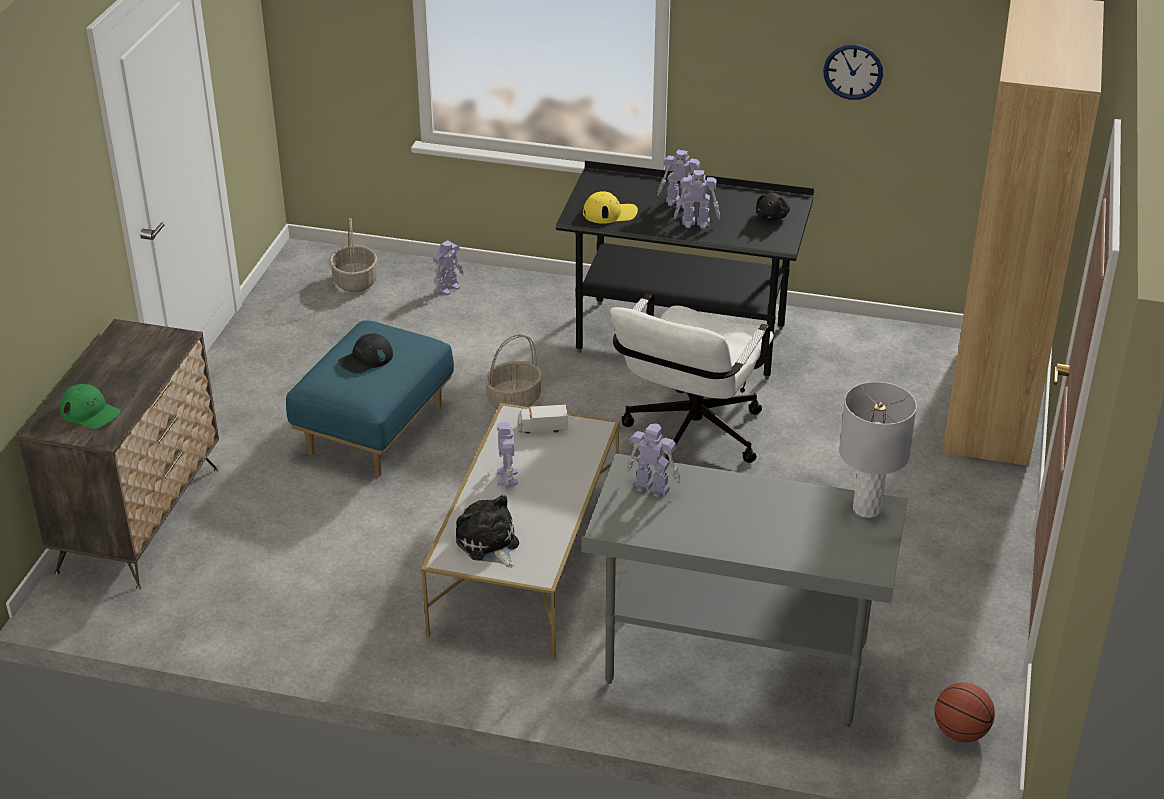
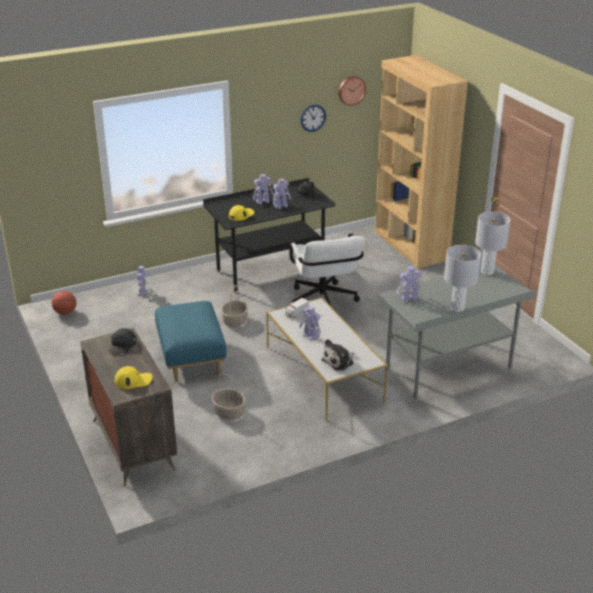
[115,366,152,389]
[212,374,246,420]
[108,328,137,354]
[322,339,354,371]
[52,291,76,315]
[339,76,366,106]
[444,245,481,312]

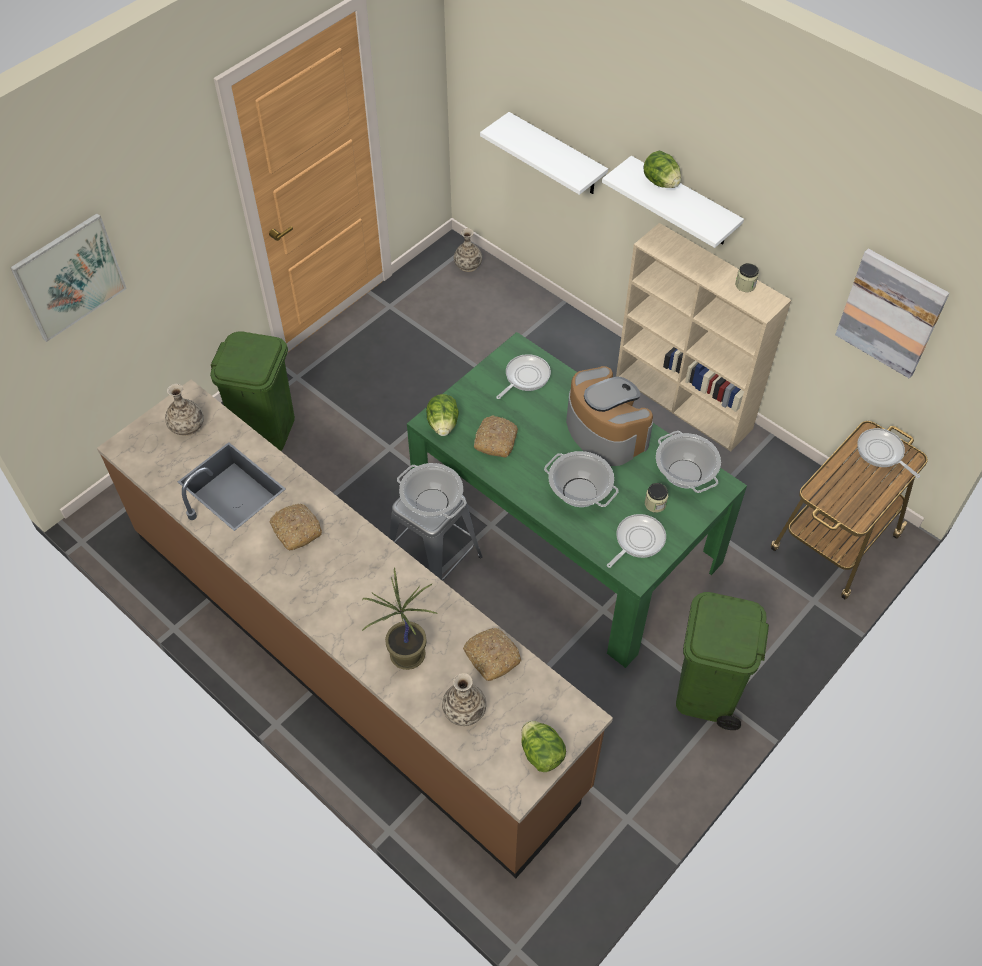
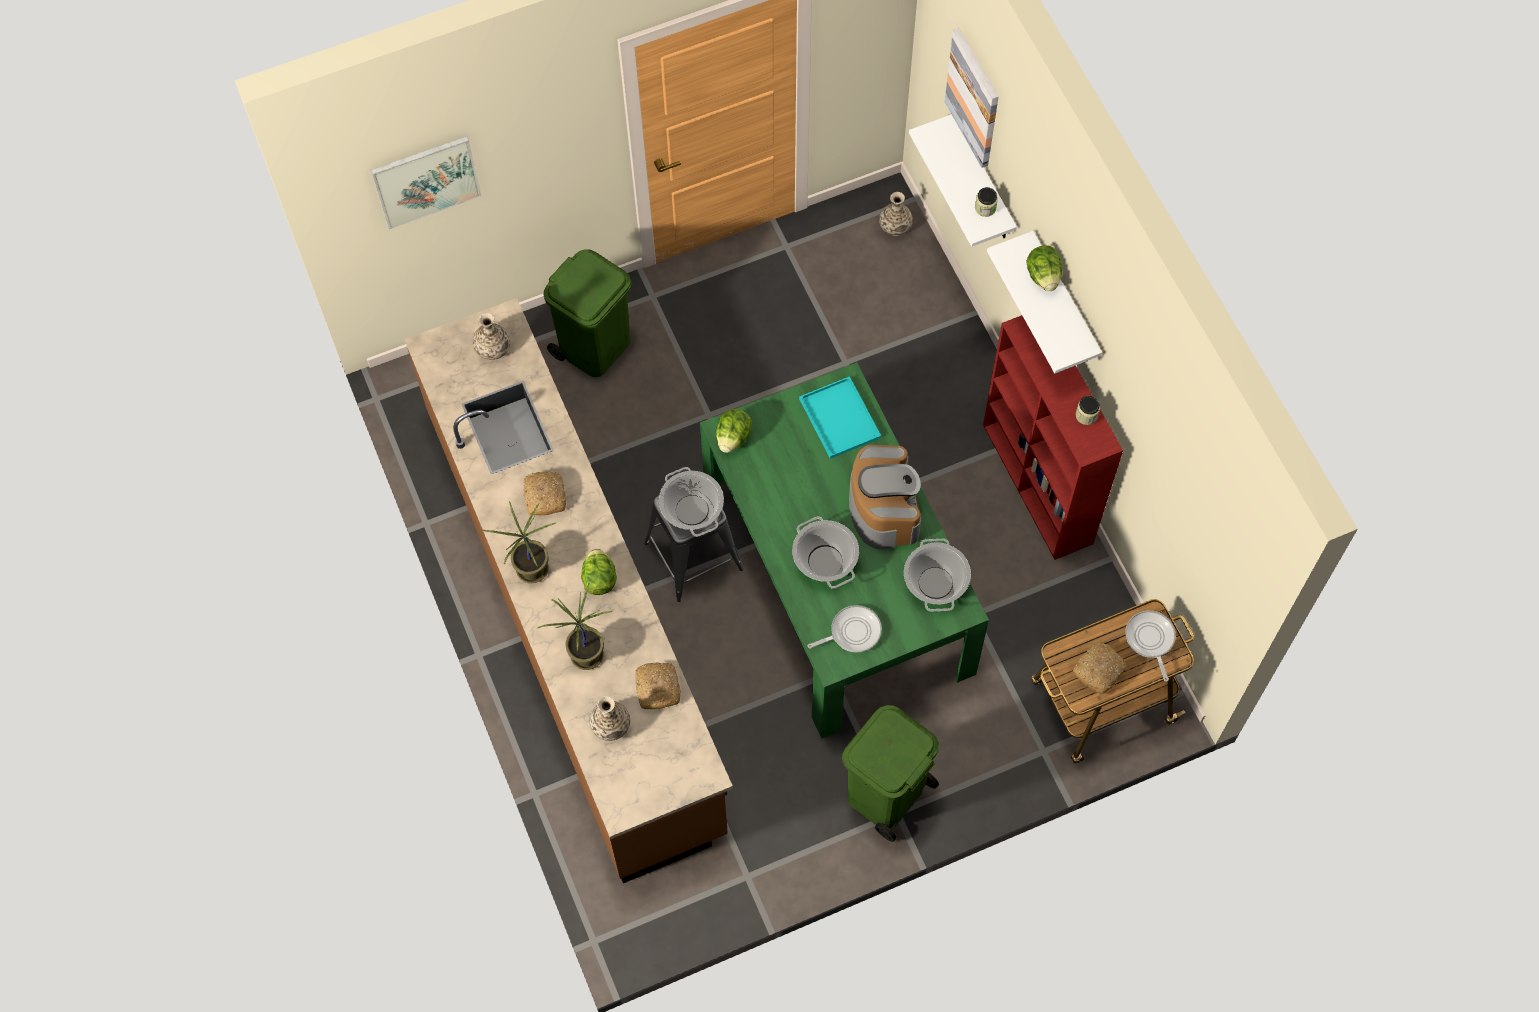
[1073,642,1126,695]
[799,376,881,459]
[581,549,616,595]
[983,315,1123,560]
[975,187,998,217]
[945,28,999,168]
[483,501,557,583]

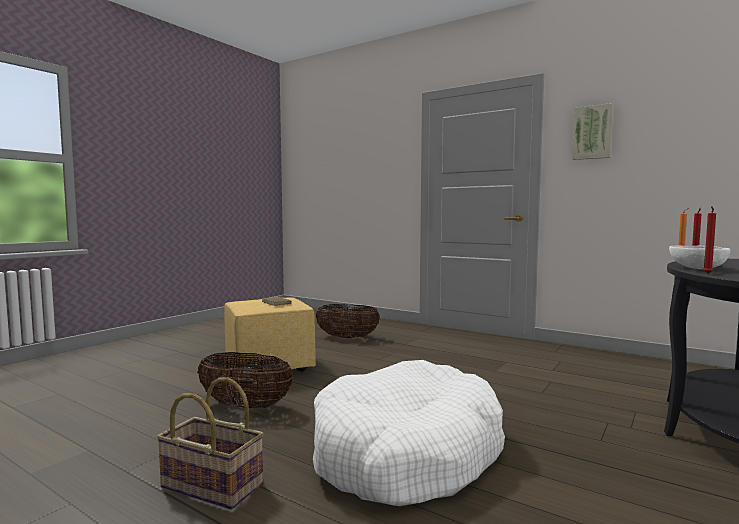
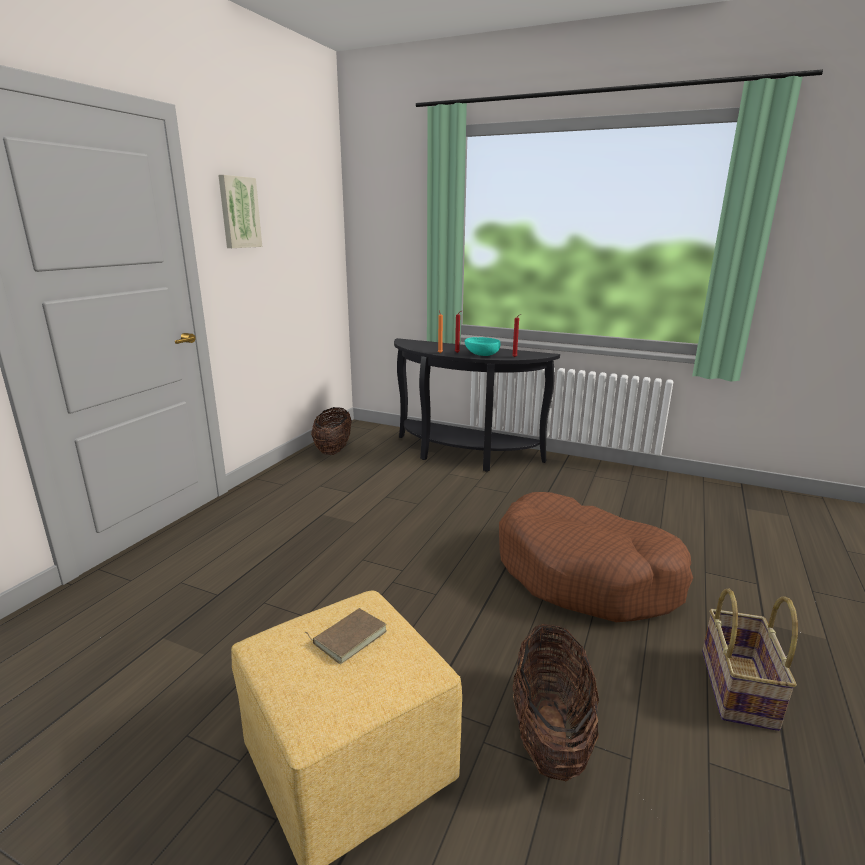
[499,492,693,622]
[311,407,352,455]
[465,337,500,356]

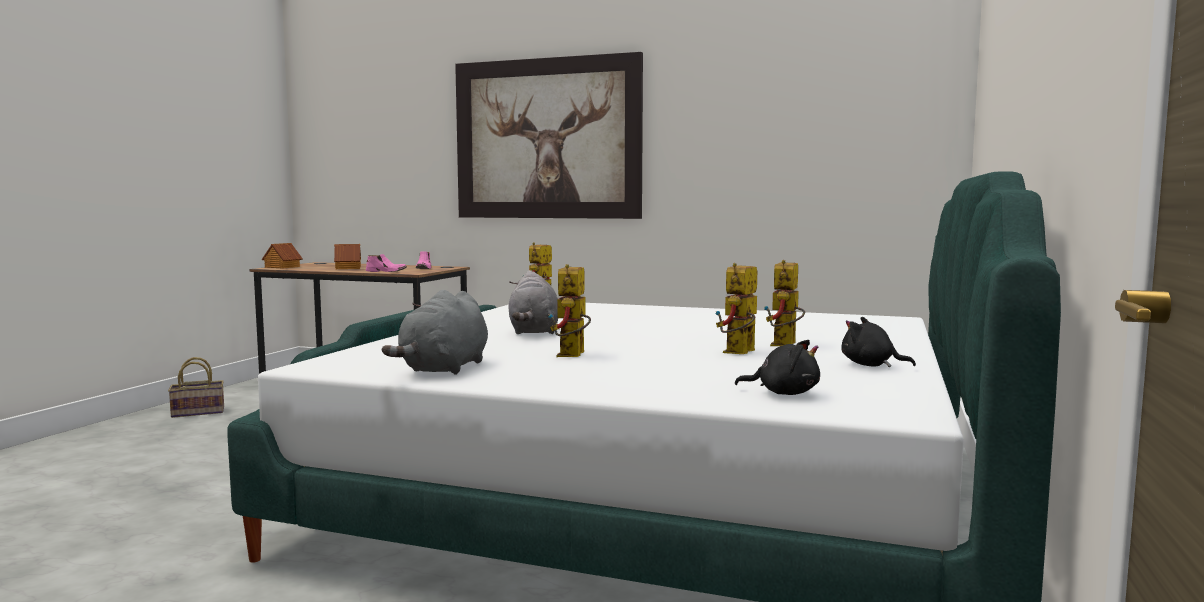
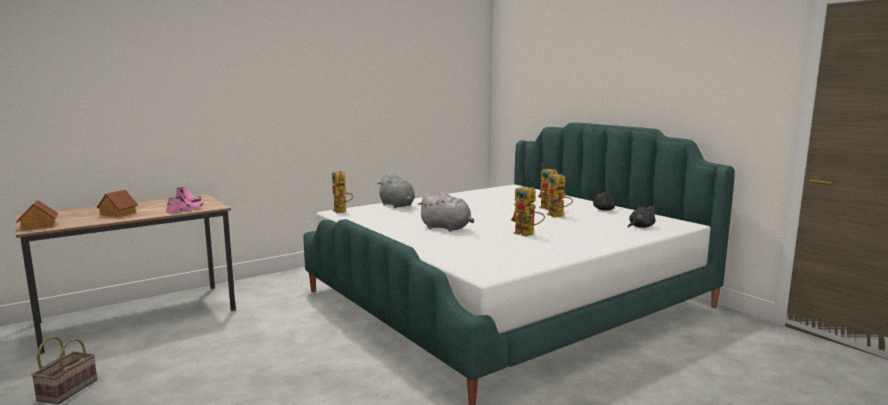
[377,174,415,208]
[455,52,643,219] (first image)

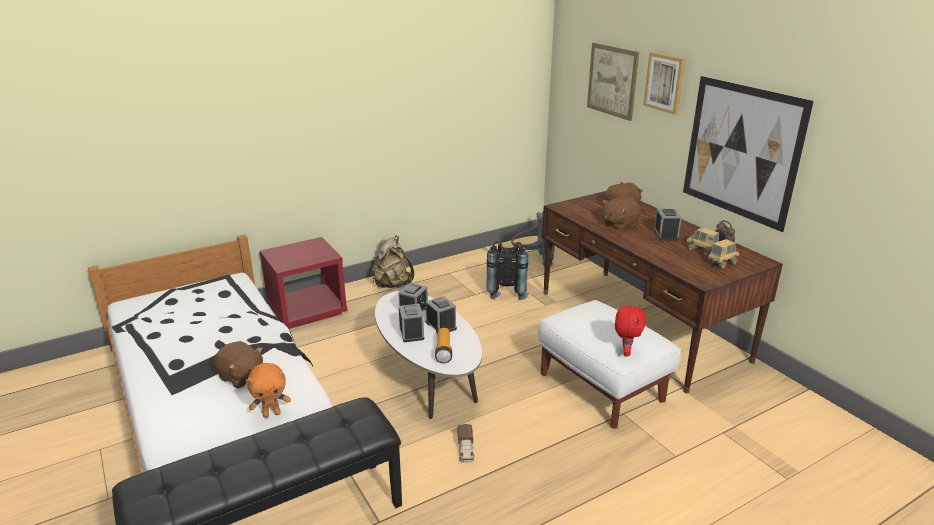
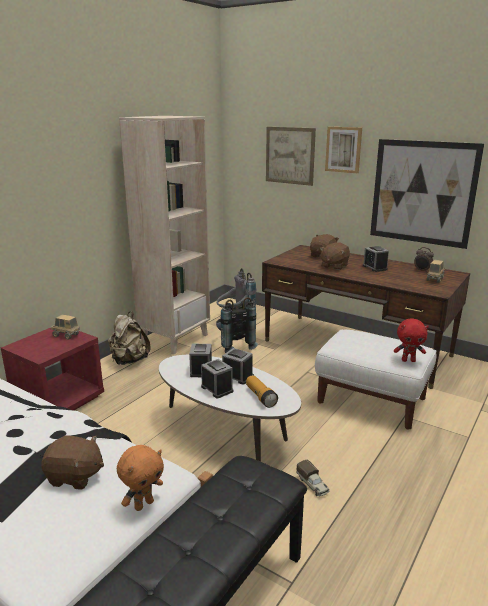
[394,318,429,362]
[51,315,80,340]
[119,116,210,355]

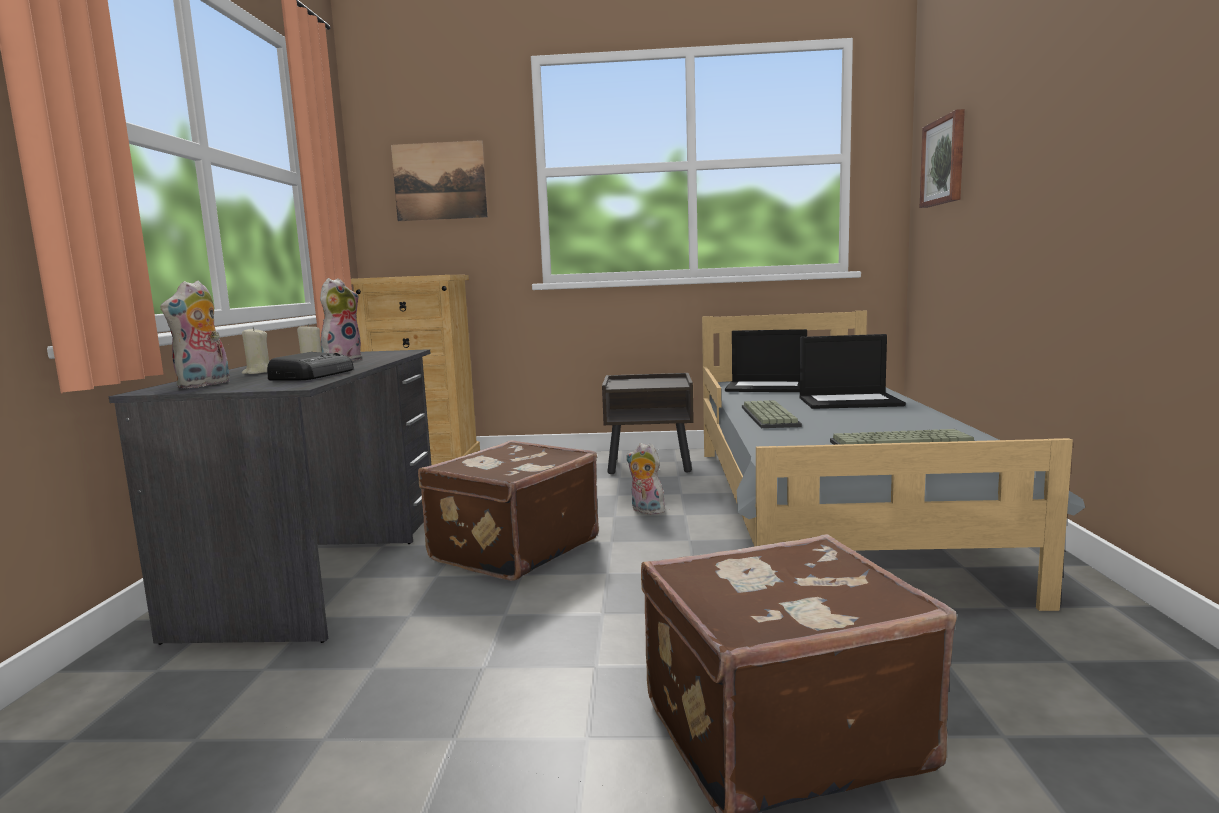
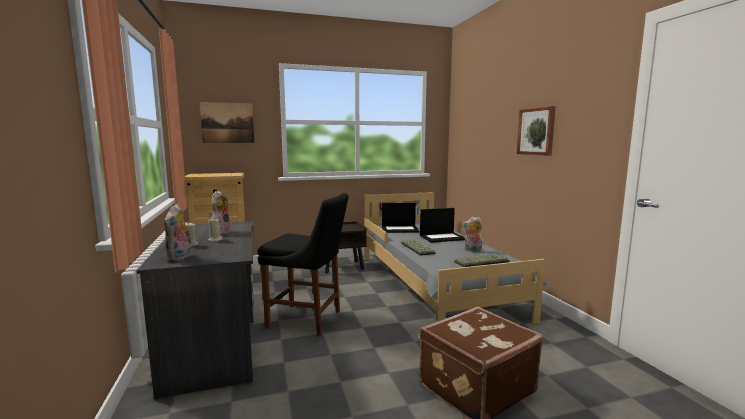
[267,352,354,380] (first image)
[258,193,349,336]
[462,217,483,252]
[517,106,556,155]

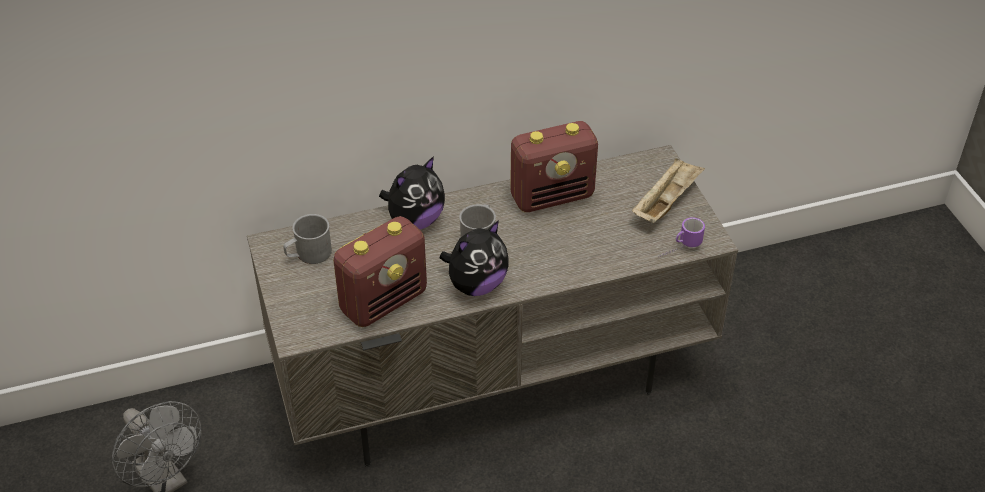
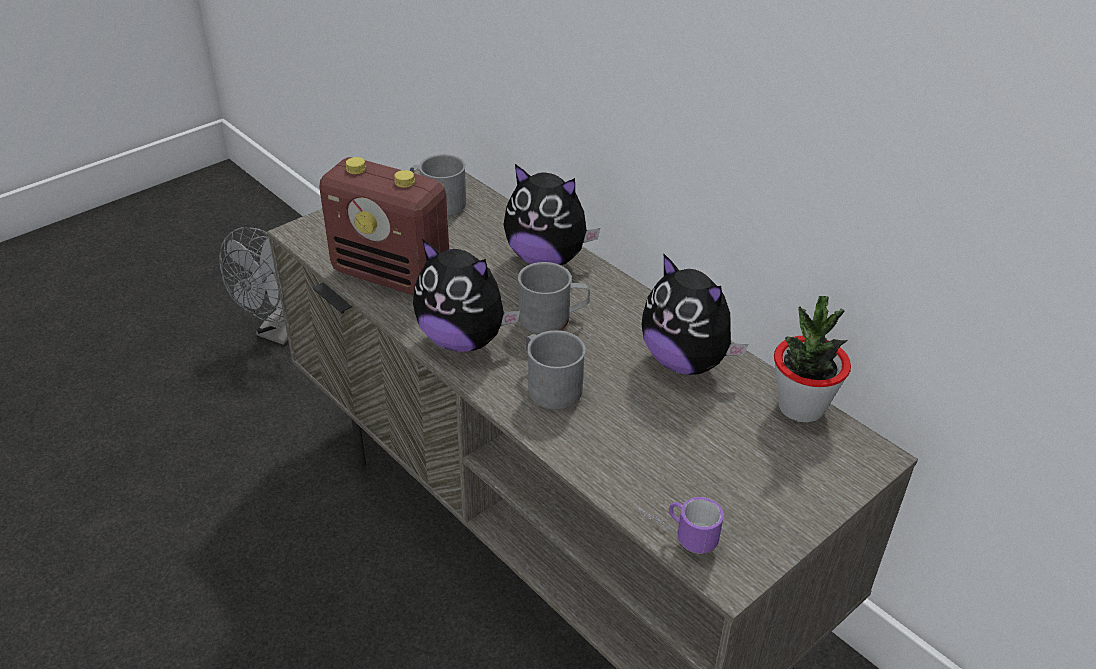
[642,253,748,375]
[632,158,705,223] (first image)
[526,330,586,409]
[774,296,851,423]

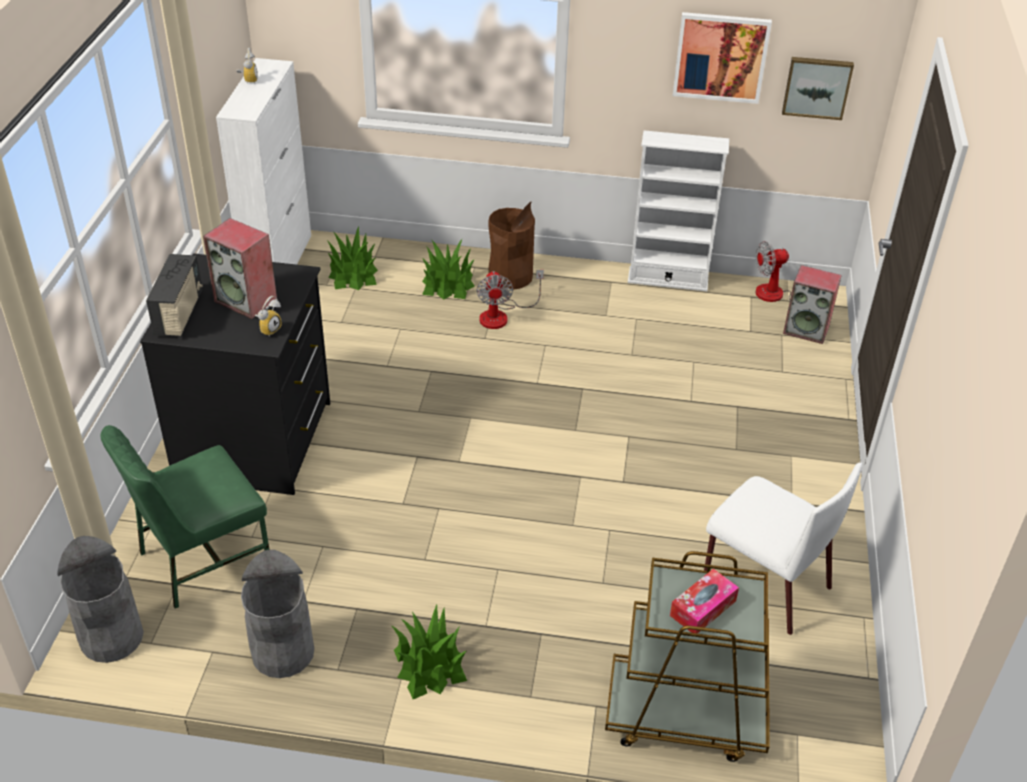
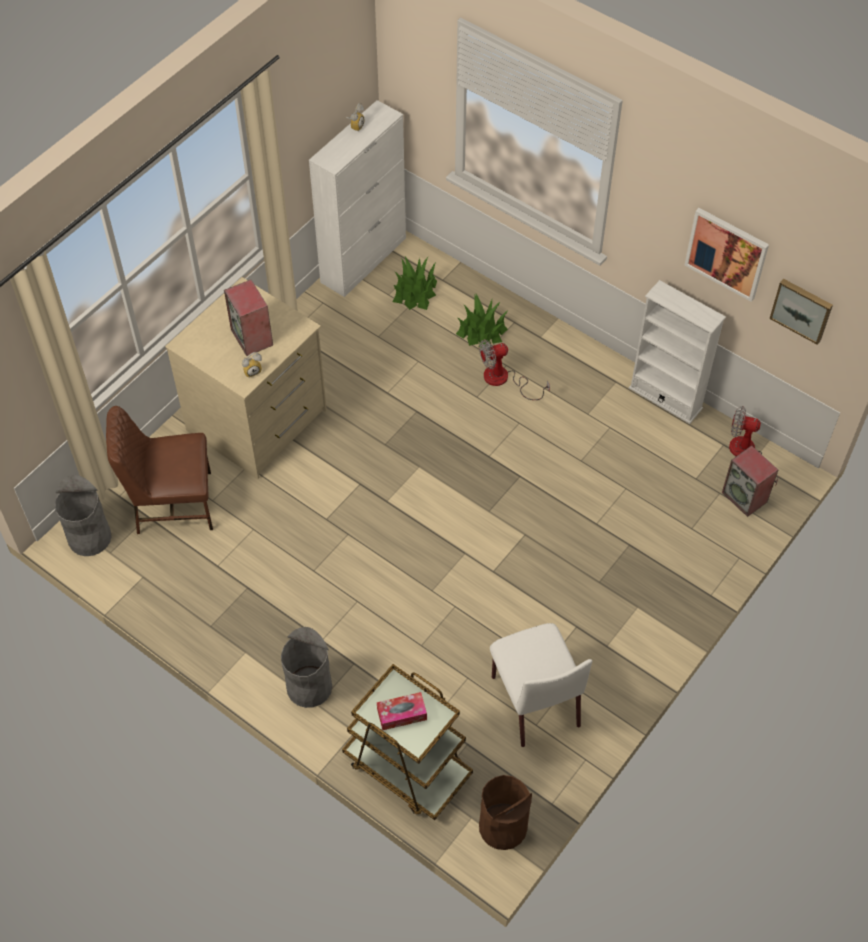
[106,406,213,534]
[165,277,327,479]
[146,254,202,337] (first image)
[281,627,332,708]
[391,605,467,699] (first image)
[479,339,550,400]
[479,775,532,850]

